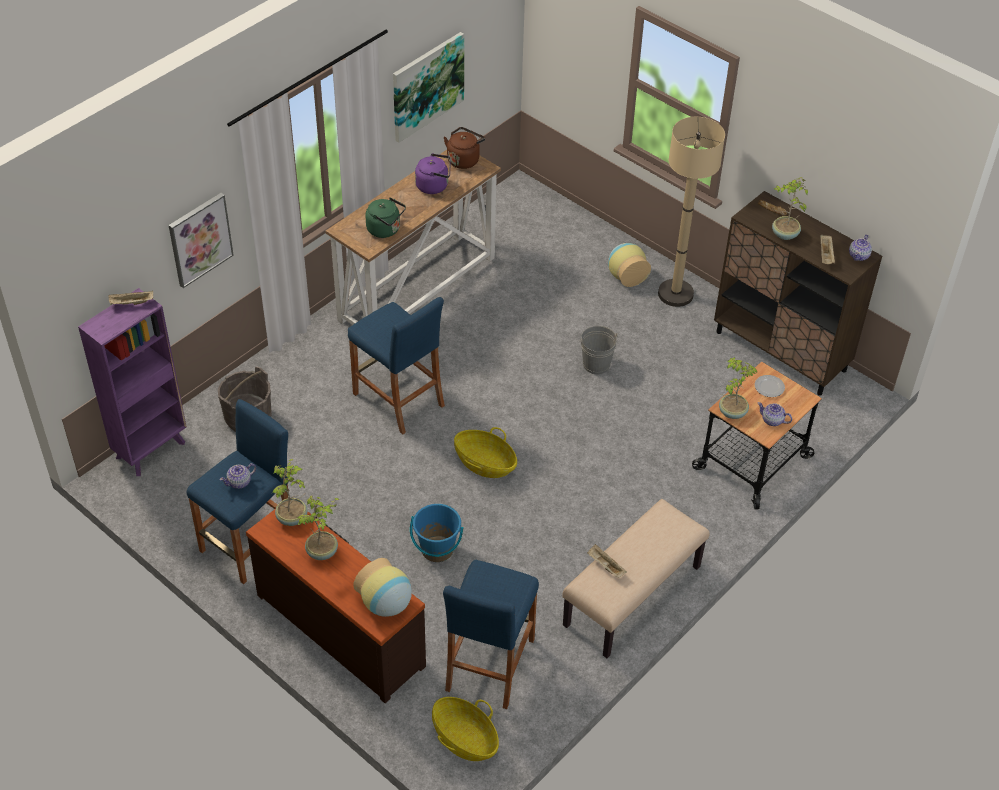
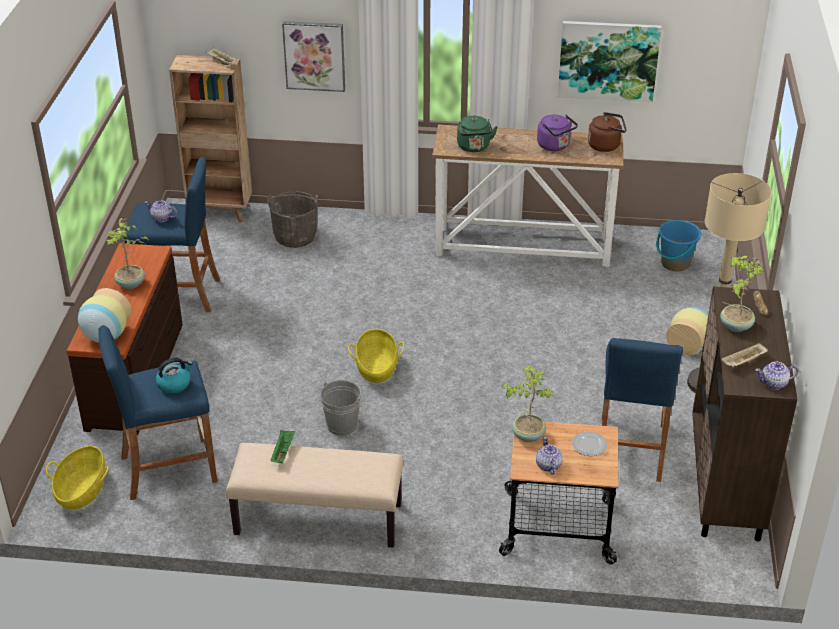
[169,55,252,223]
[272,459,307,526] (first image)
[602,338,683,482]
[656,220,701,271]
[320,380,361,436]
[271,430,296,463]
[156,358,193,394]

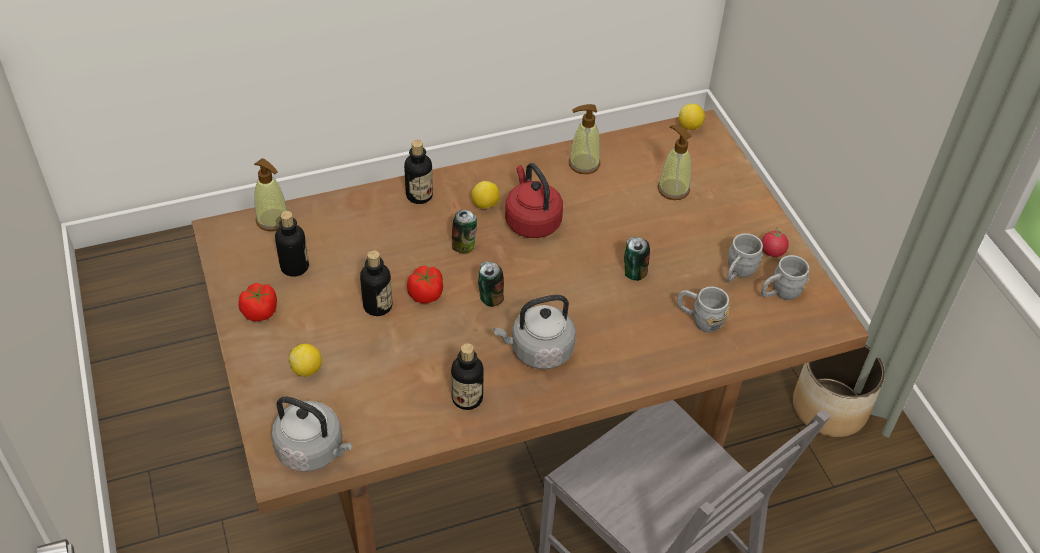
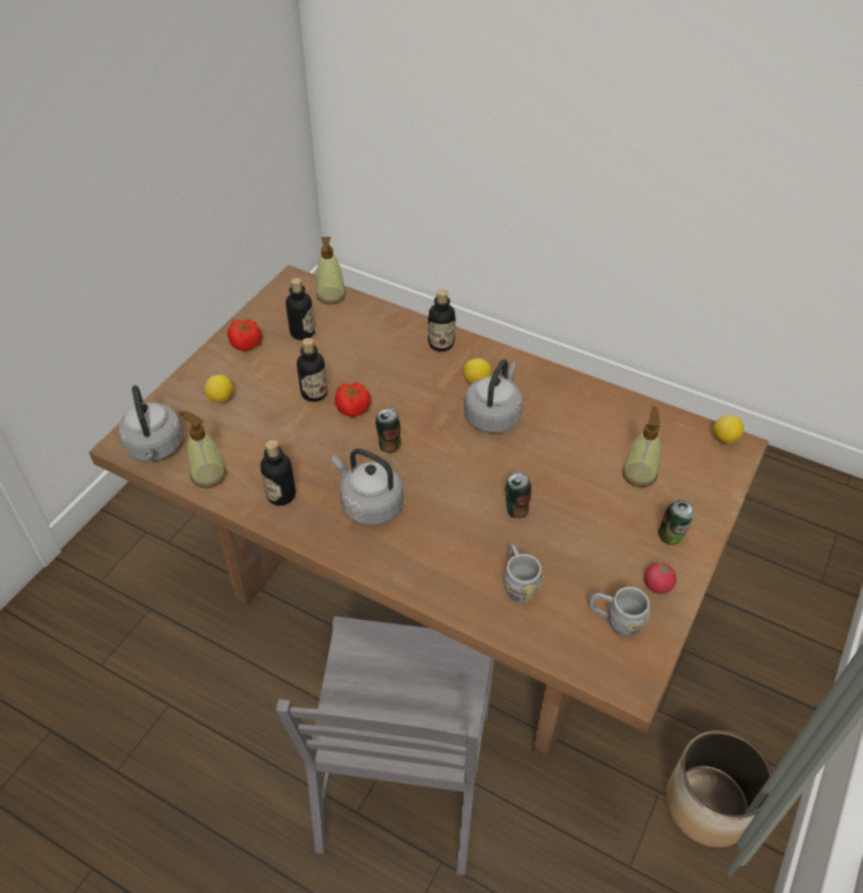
[658,500,693,545]
[464,359,523,433]
[179,411,226,488]
[726,233,763,282] (first image)

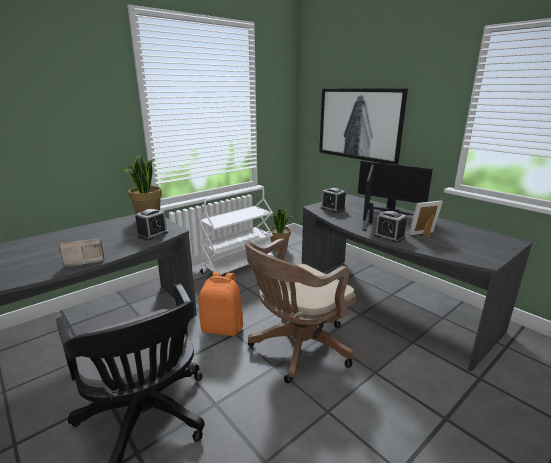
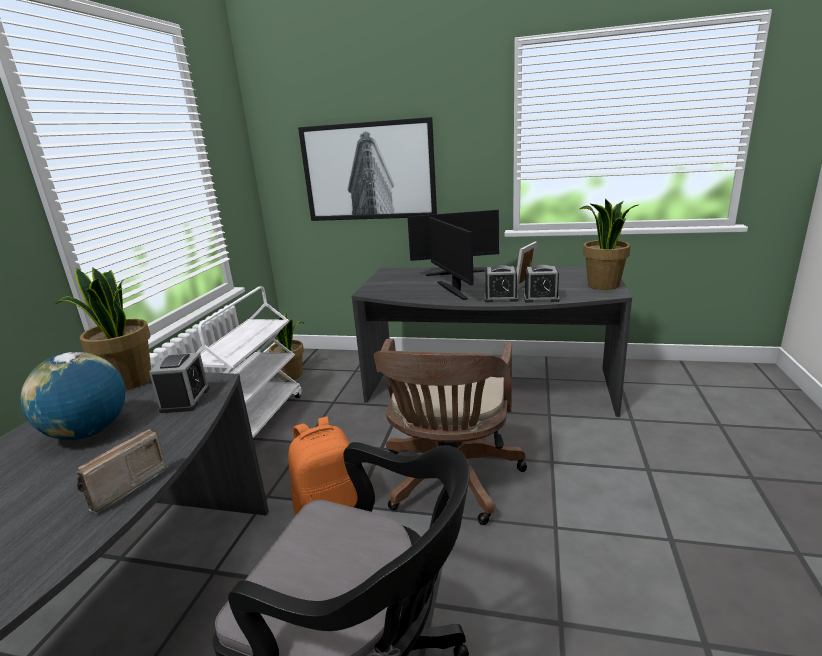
[523,265,560,303]
[20,352,126,440]
[579,198,638,290]

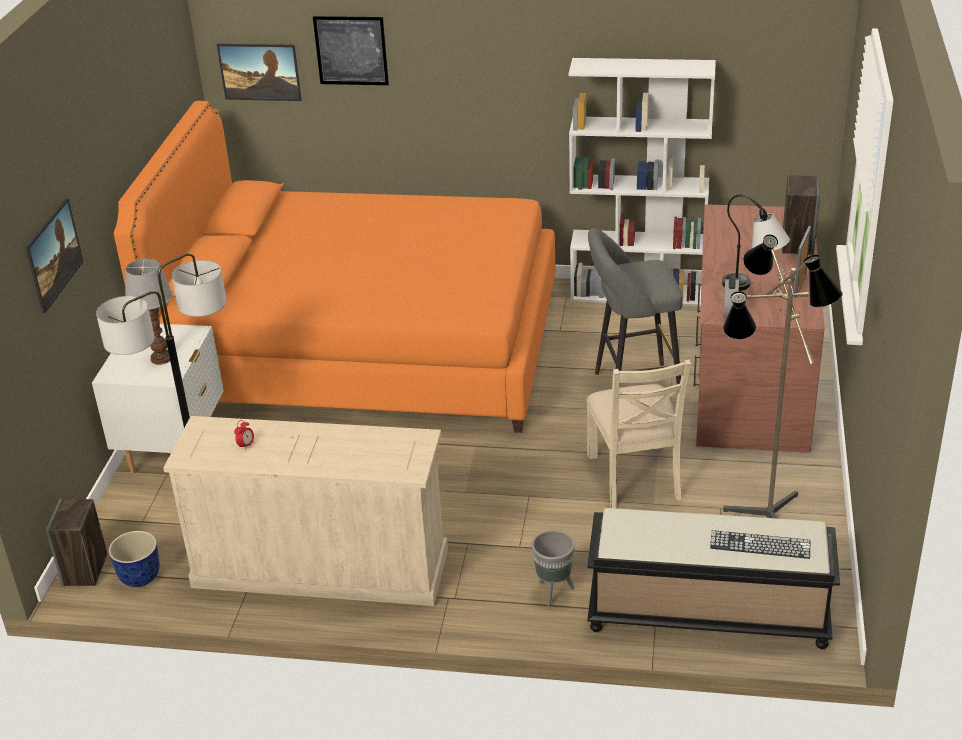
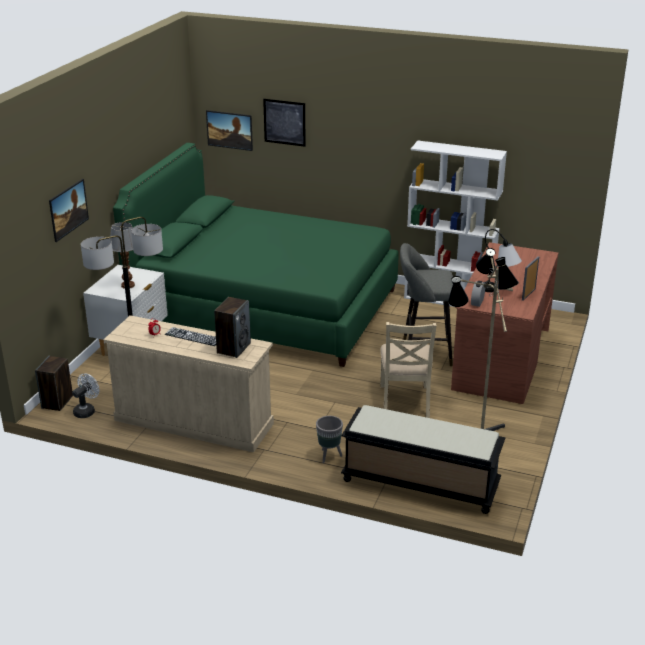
[72,373,99,418]
[113,143,399,367]
[165,327,216,346]
[214,297,251,358]

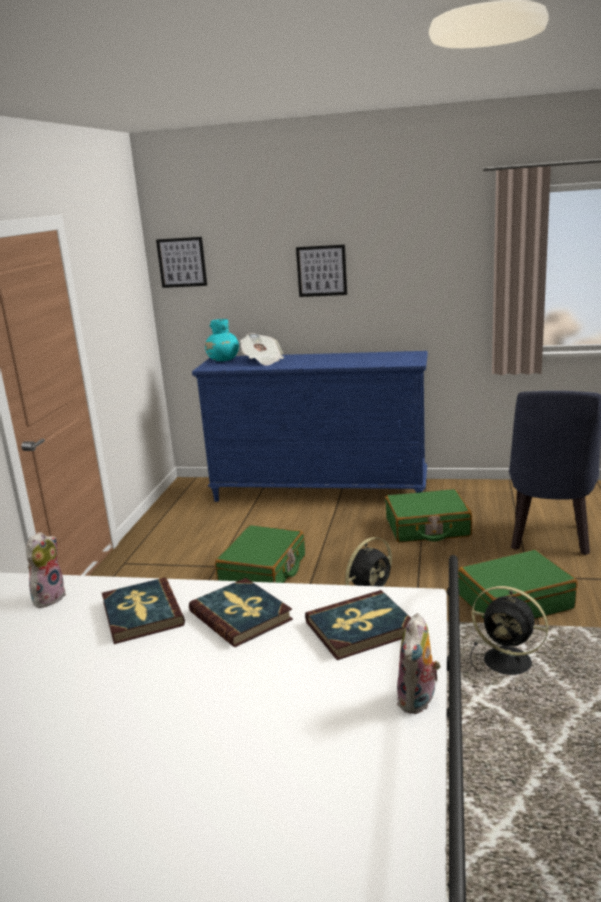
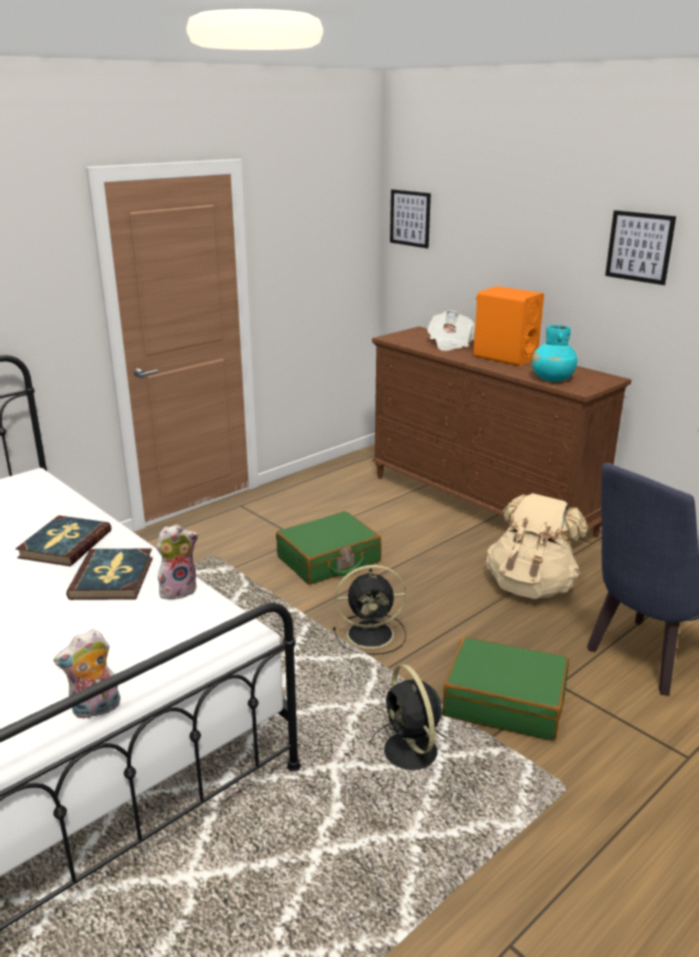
[156,524,198,599]
[372,326,632,538]
[532,325,578,382]
[605,210,676,285]
[305,590,411,660] (first image)
[486,493,588,599]
[473,286,544,366]

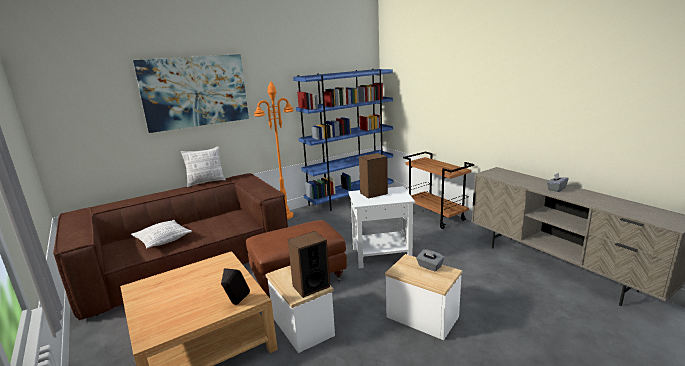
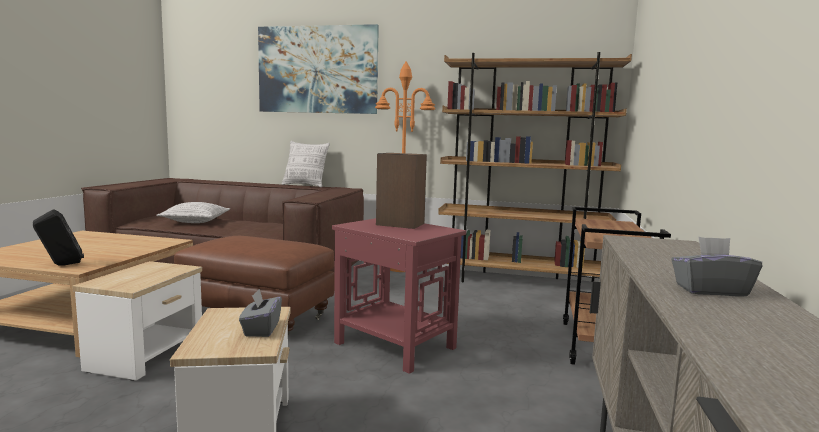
[288,231,330,298] (first image)
[438,52,632,282]
[332,218,466,374]

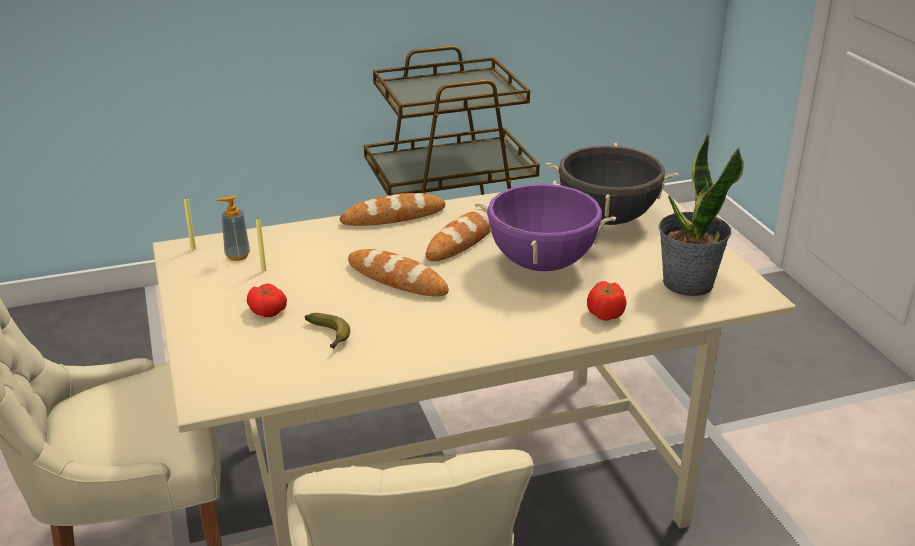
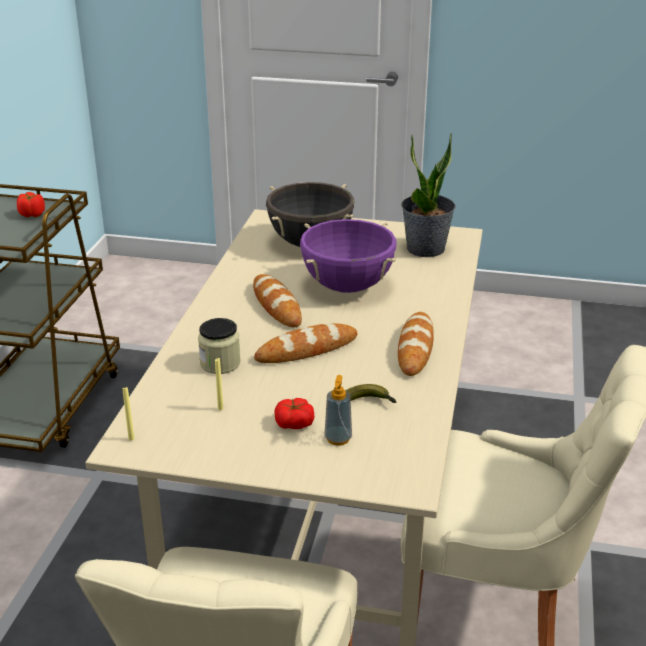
[325,375,352,446]
[398,312,434,376]
[17,192,45,217]
[198,318,240,374]

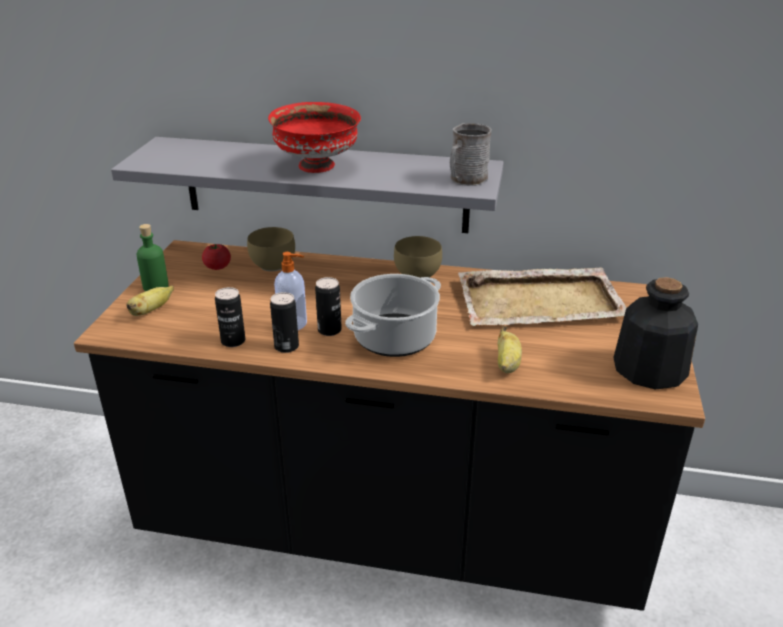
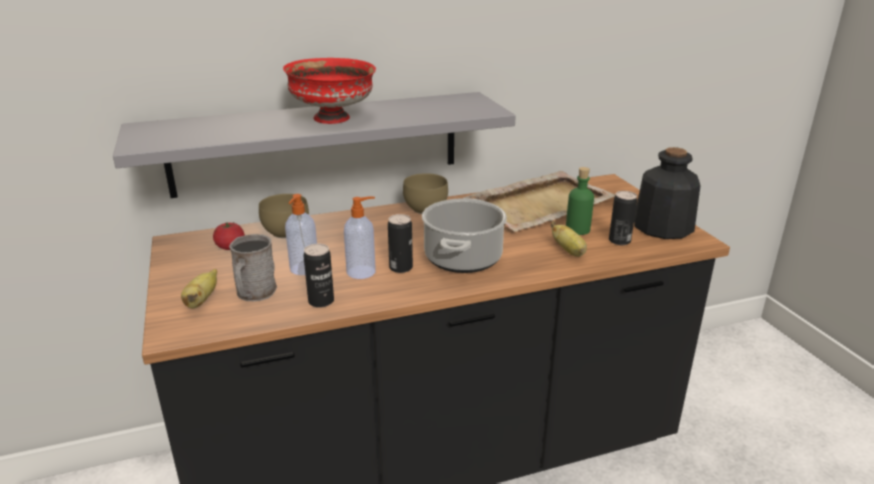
[566,167,594,235]
[609,191,637,245]
[229,234,277,301]
[285,194,317,275]

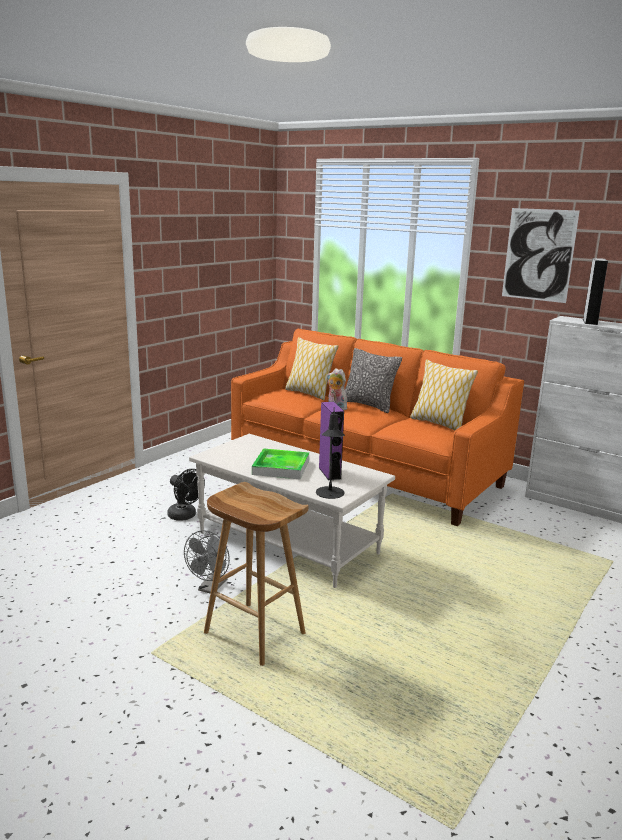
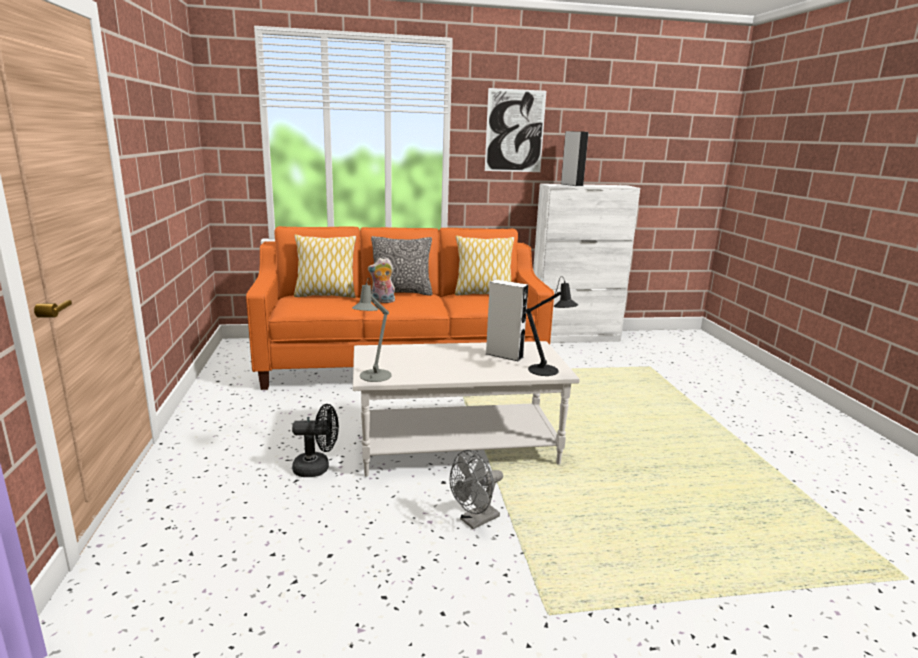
[449,450,503,529]
[204,482,309,666] (first image)
[252,448,309,479] (first image)
[486,280,528,361]
[352,278,392,382]

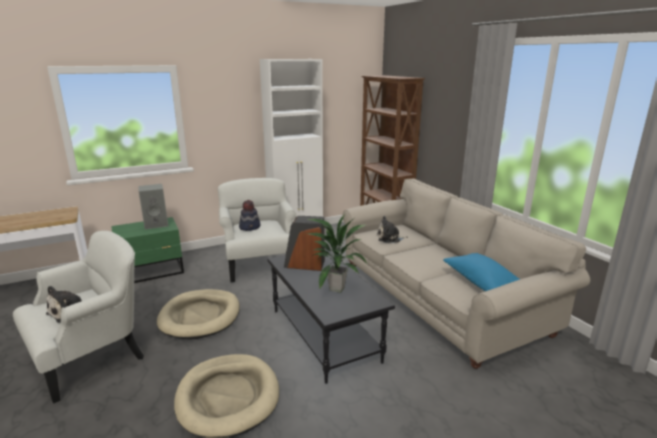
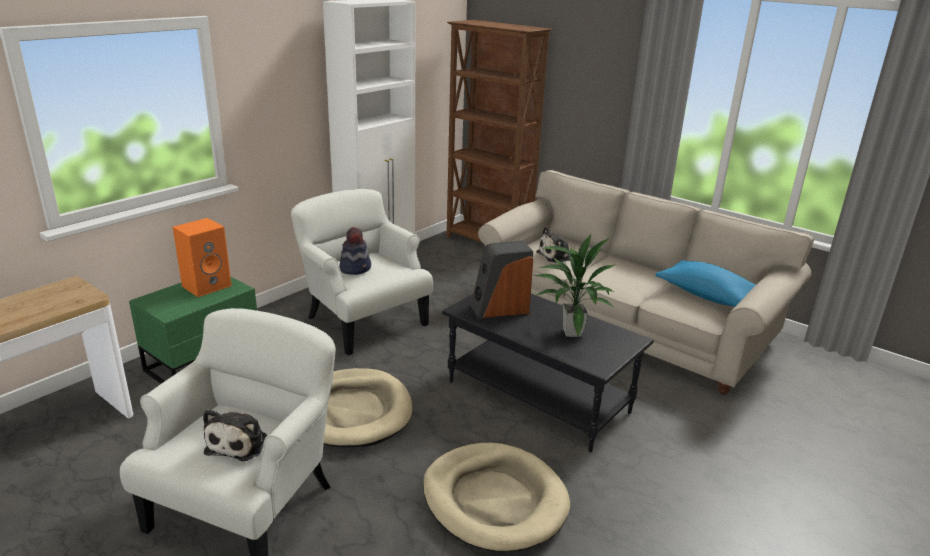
[173,218,232,297]

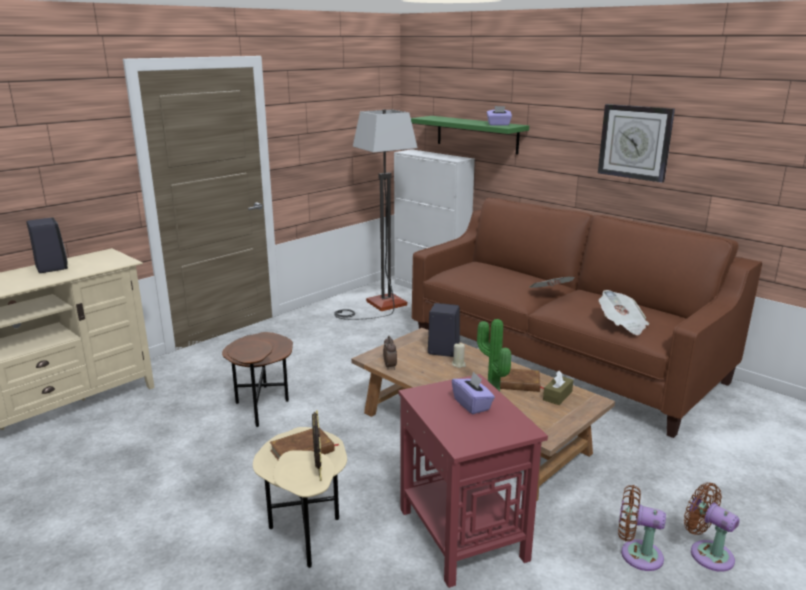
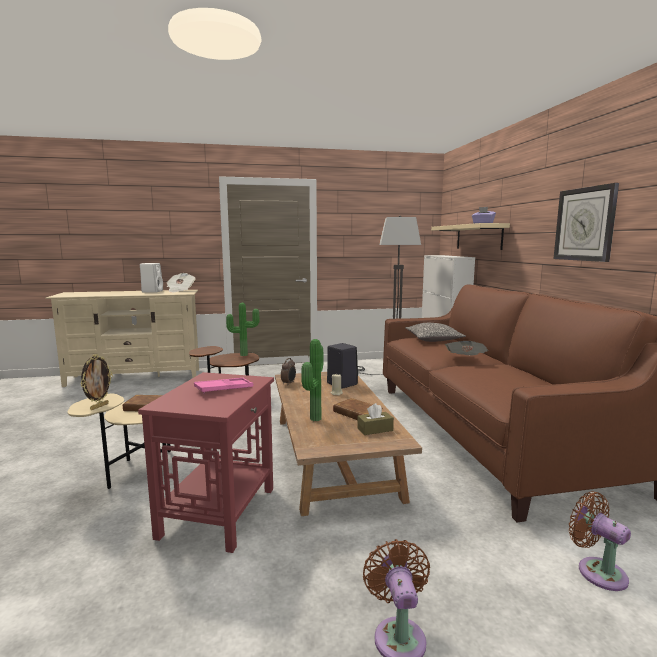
[140,263,163,293]
[431,223,510,250]
[194,378,253,394]
[167,273,196,292]
[569,491,631,591]
[226,303,260,356]
[405,323,466,342]

